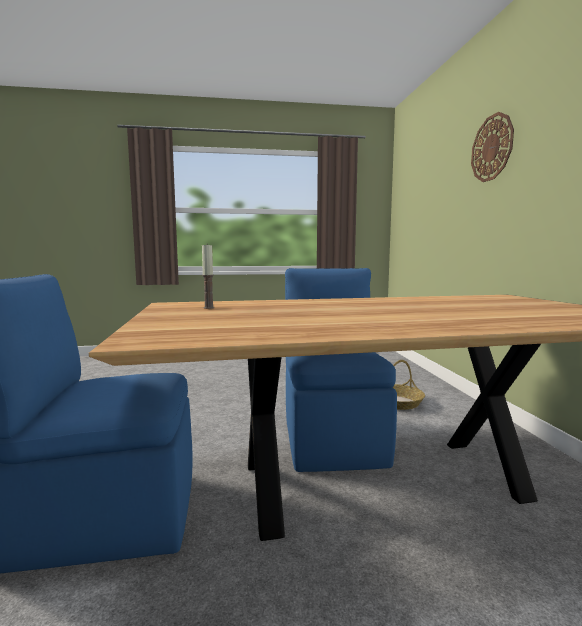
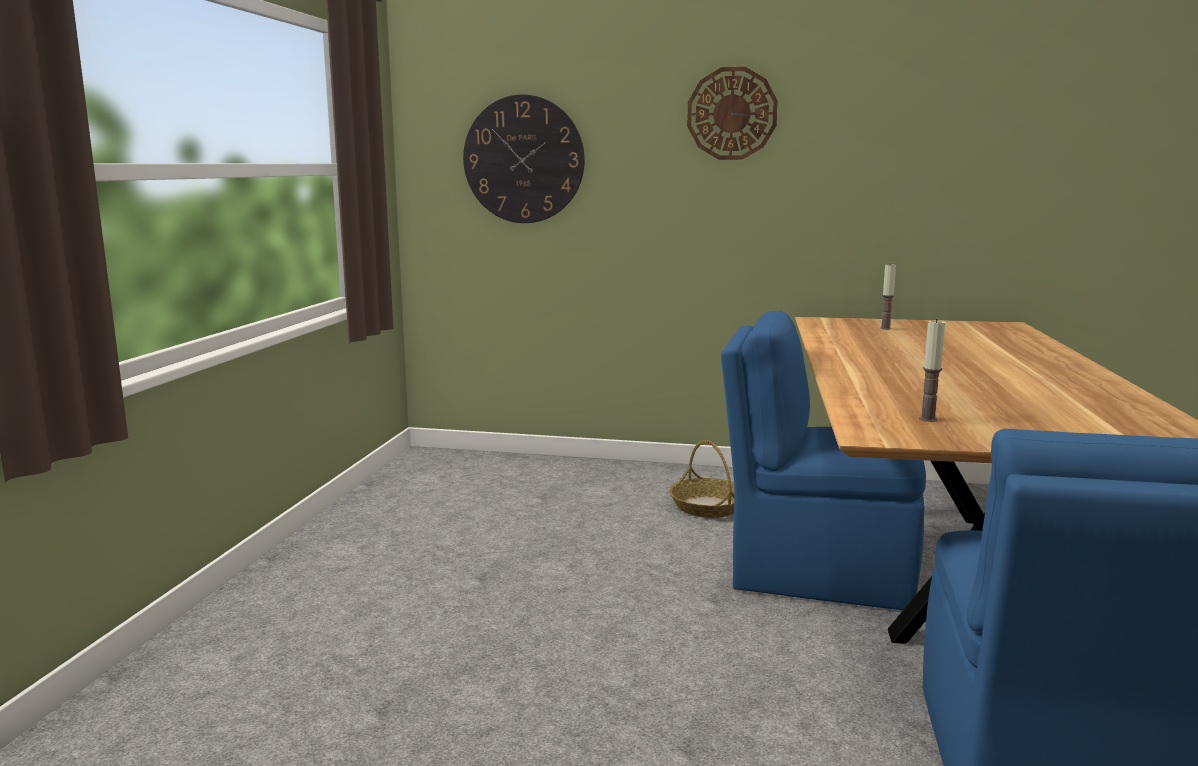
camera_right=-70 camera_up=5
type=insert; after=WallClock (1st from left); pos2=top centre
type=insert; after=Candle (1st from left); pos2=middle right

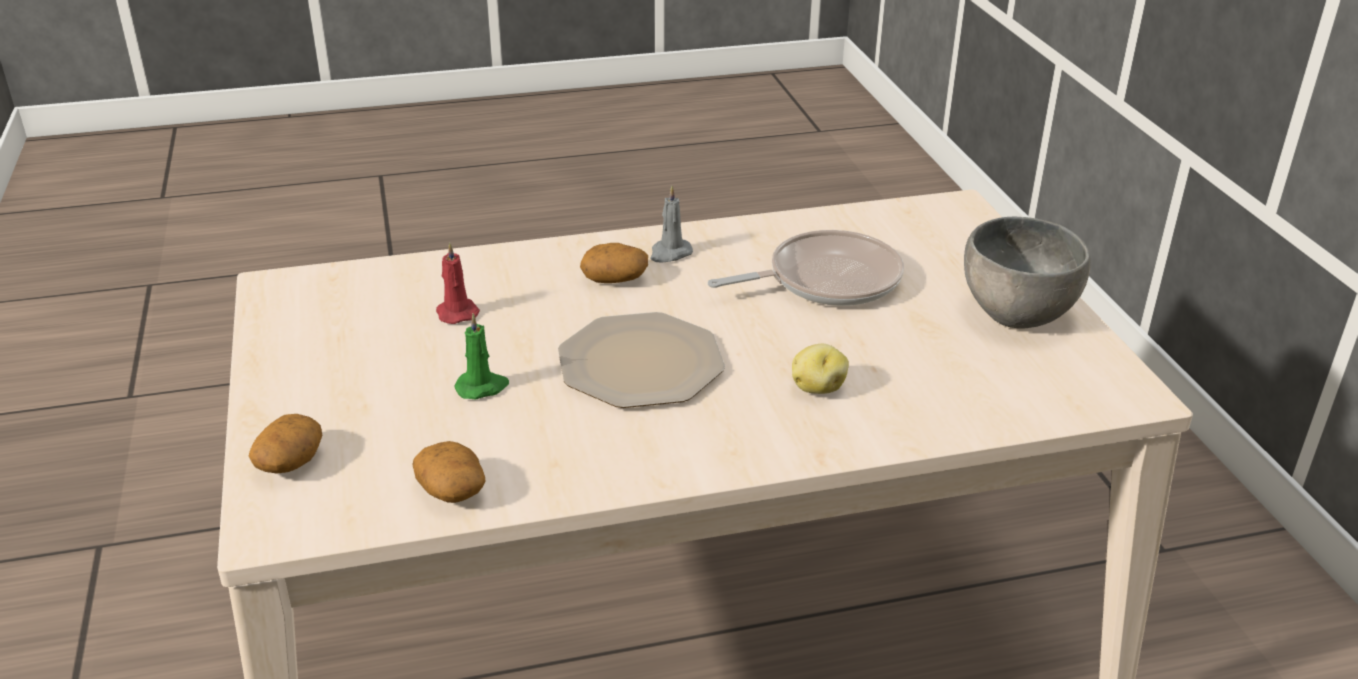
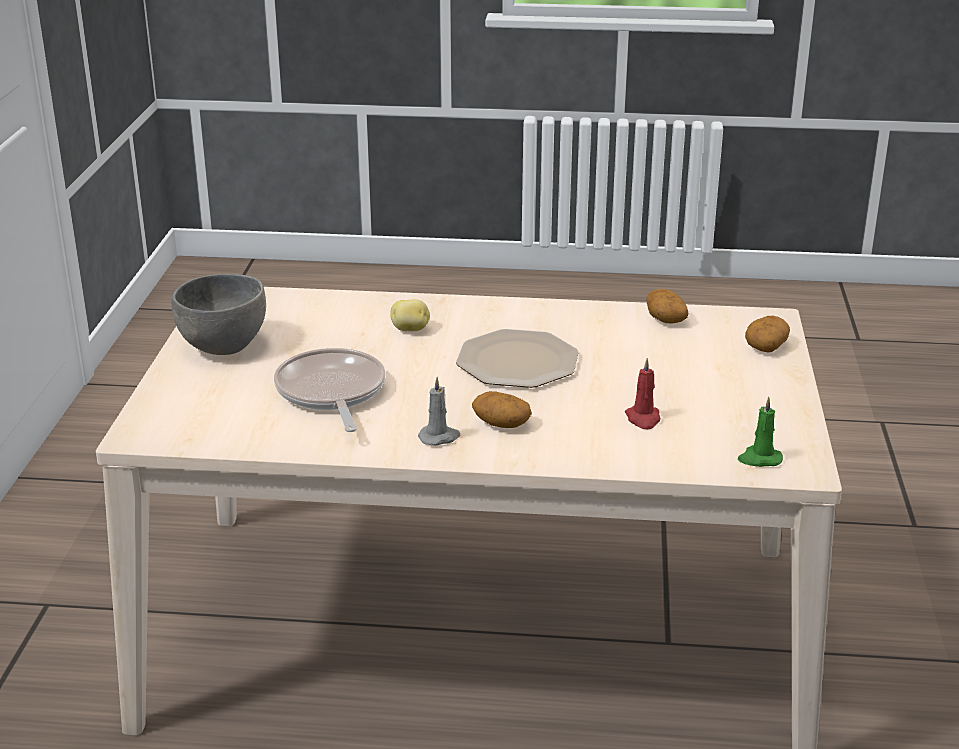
camera_right=-160 camera_up=-5
type=rotate; before=FryingPan; pos1=centre; pos2=centre; turn=75
type=move; before=GreenCandle; pos1=centre; pos2=middle right

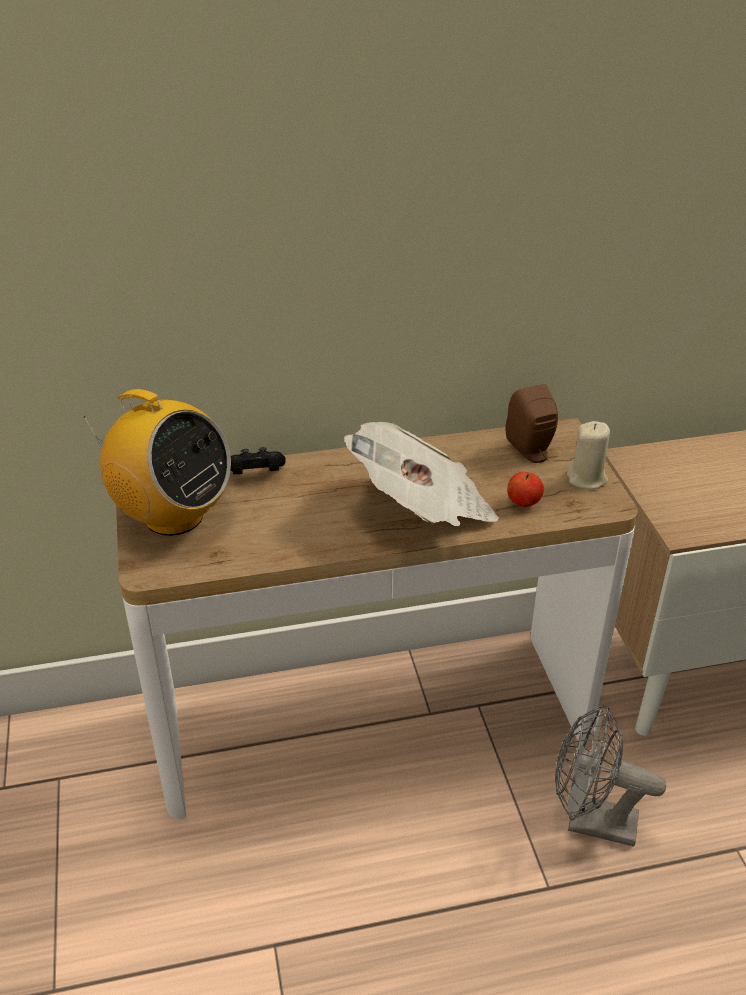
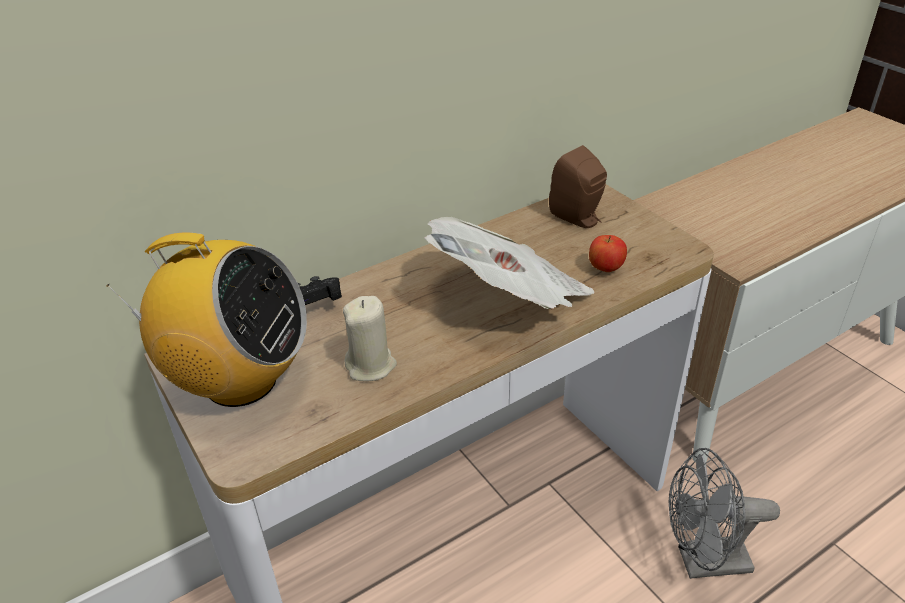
camera_right=-20 camera_up=0
type=move; before=BeigeCandle; pos1=middle right; pos2=centre

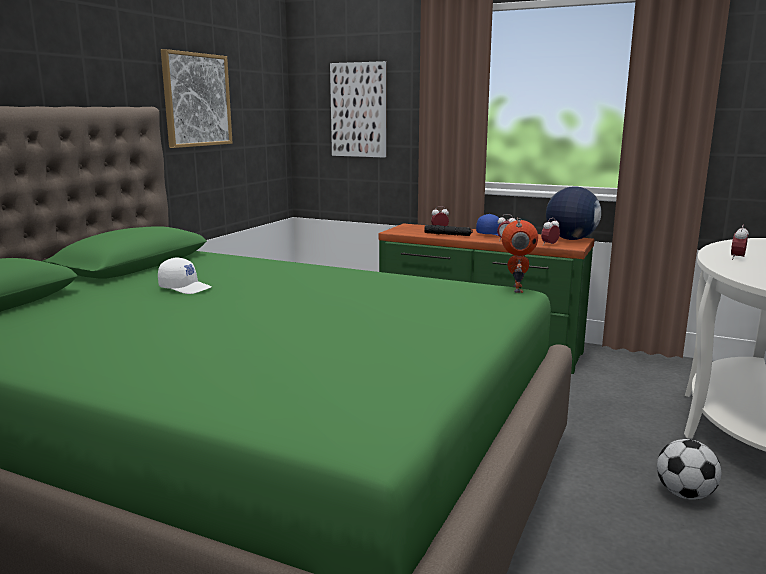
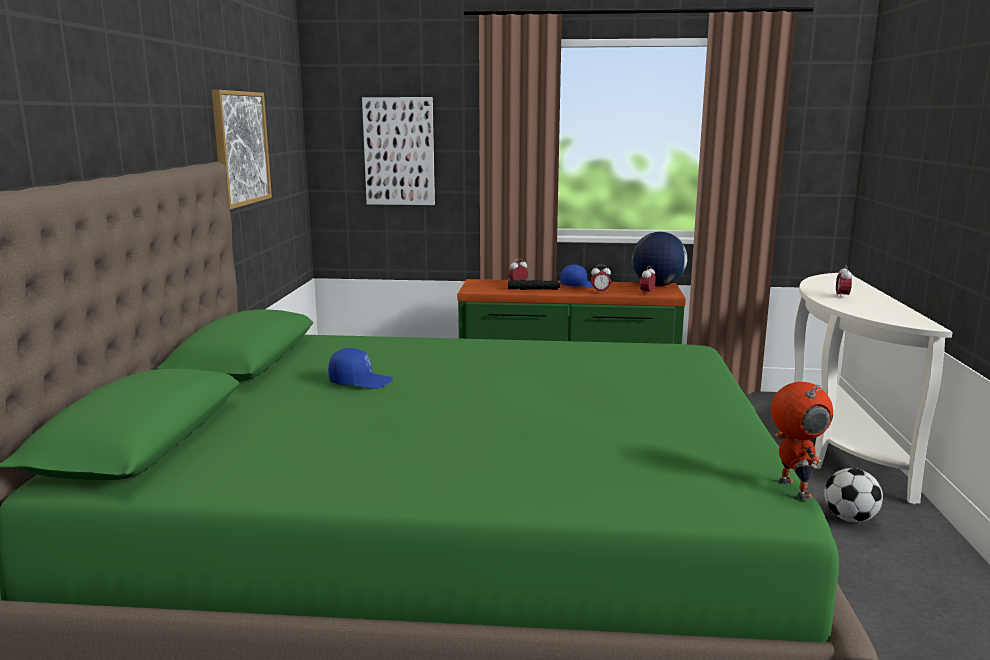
camera_right=-20 camera_up=0
type=recolor; before=WhiteCap; after=BlueCap (1st from left); pos1=middle left; pos2=centre
type=move; before=ToyRobot; pos1=middle right; pos2=bottom right

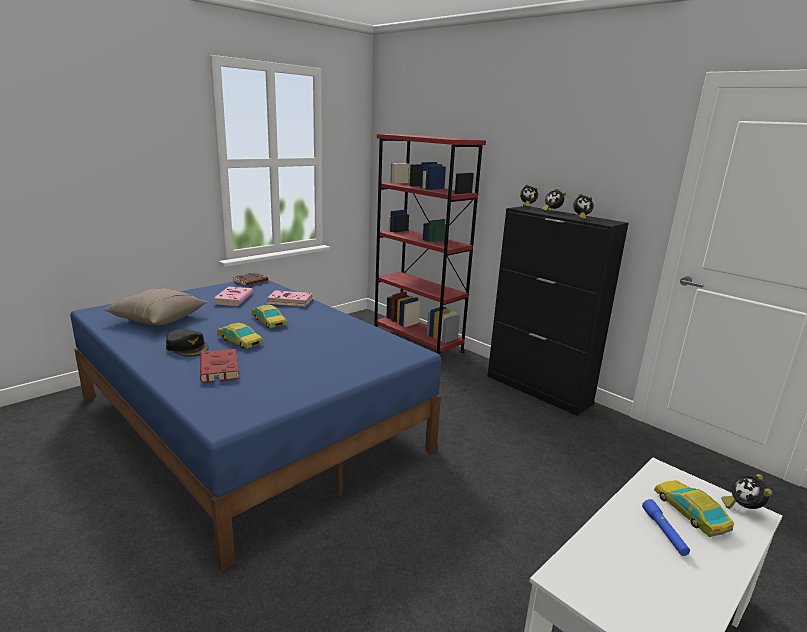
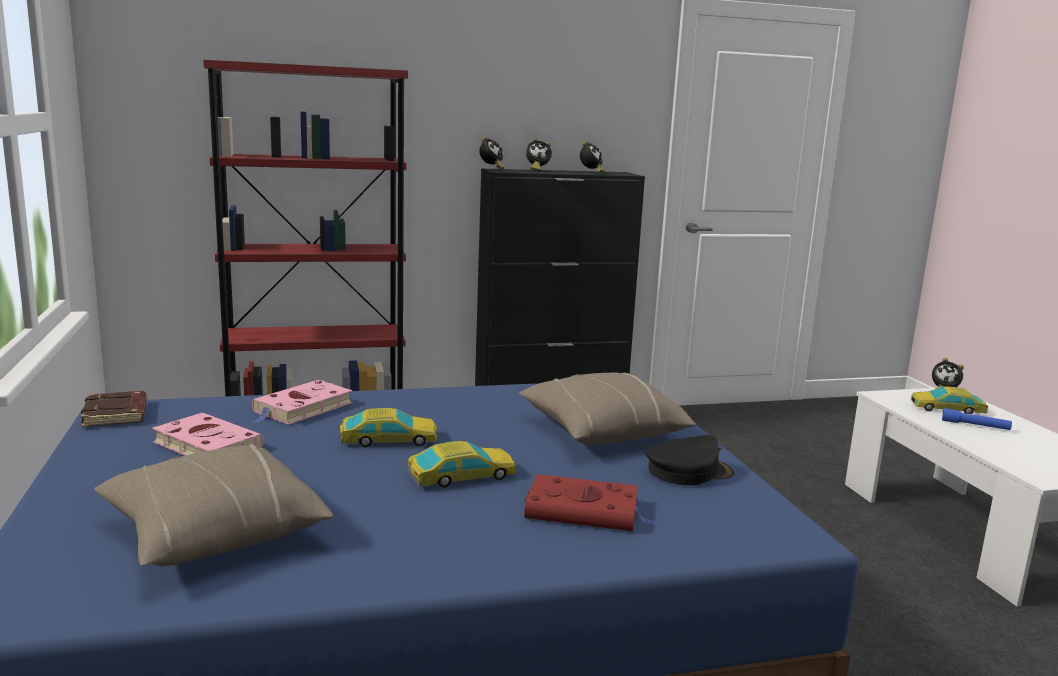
camera_right=-60 camera_up=-5
type=insert; after=BeigePillow (2nd from left); pos2=centre
type=move; before=BlackCap; pos1=middle left; pos2=bottom centre

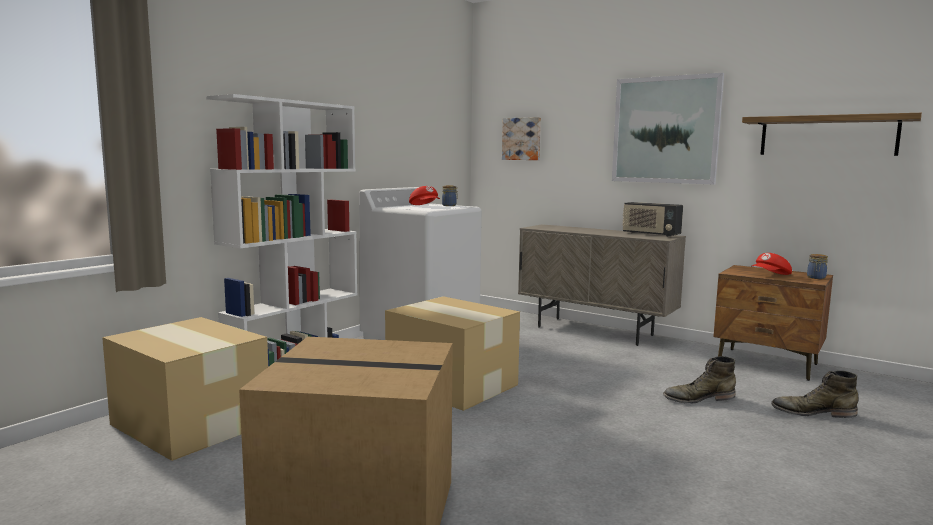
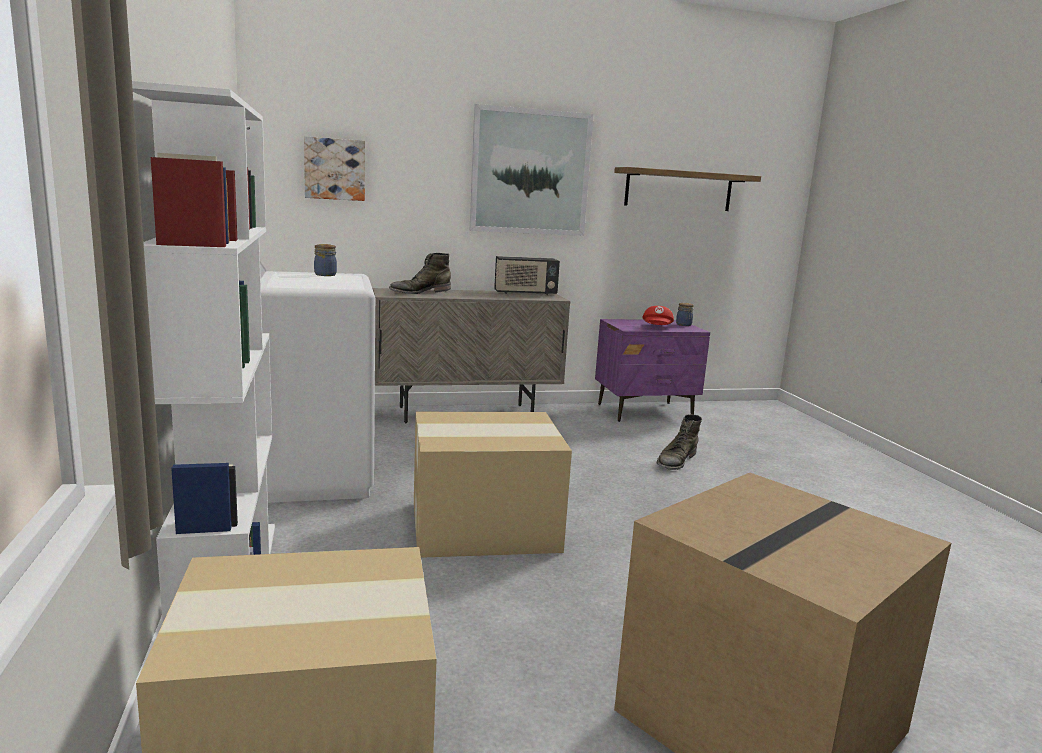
camera_right=-50 camera_up=5
type=move; before=GreenBoot (2nd from left in the first image); after=GreenBoot (1st from left); pos1=bottom right; pos2=centre
type=recolor; before=BrownNightstand; after=PurpleNightstand; pos1=middle right; pos2=centre
type=delete; before=RedCap (1st from left); pos1=centre

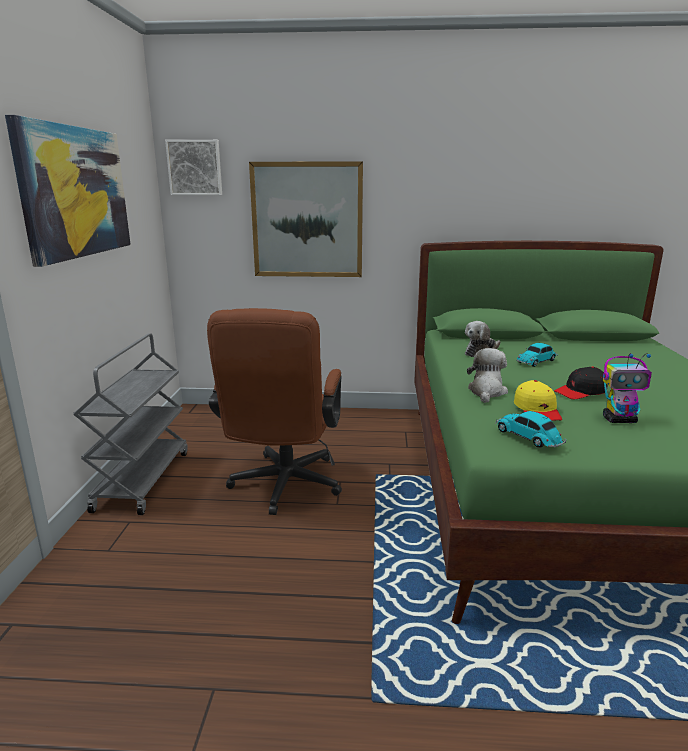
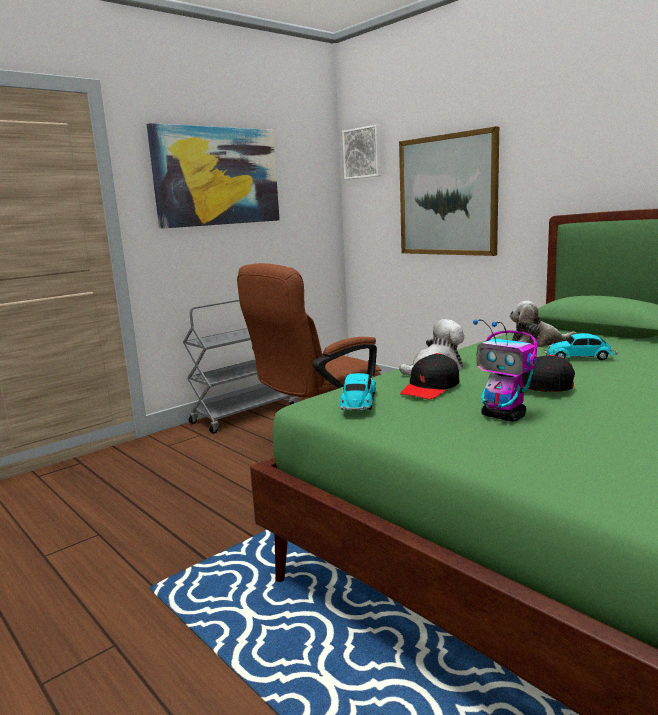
camera_right=45 camera_up=-5
type=recolor; before=YellowCap; after=BlackCap (1st from left); pos1=middle right; pos2=centre

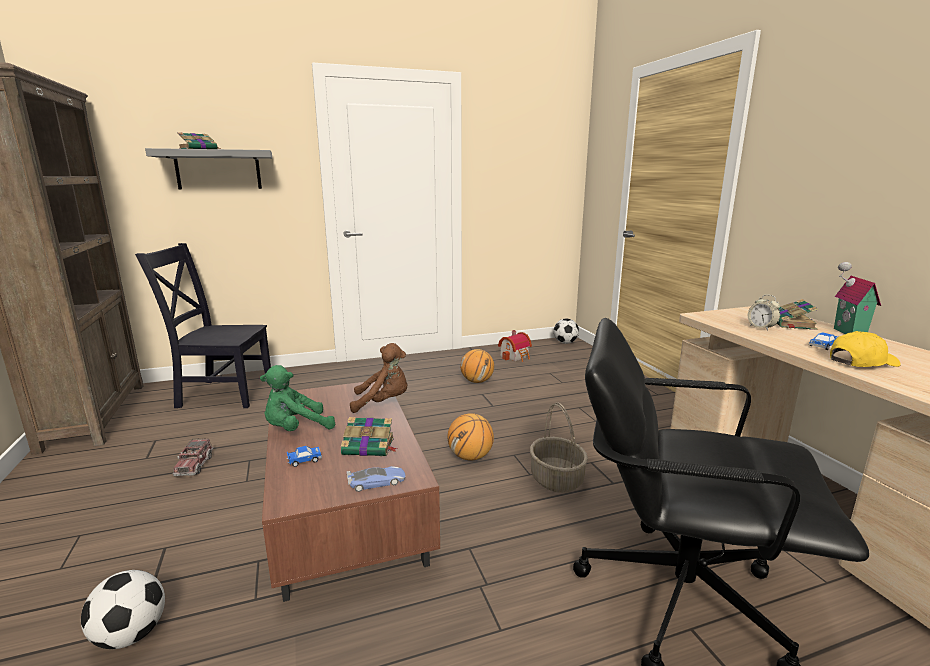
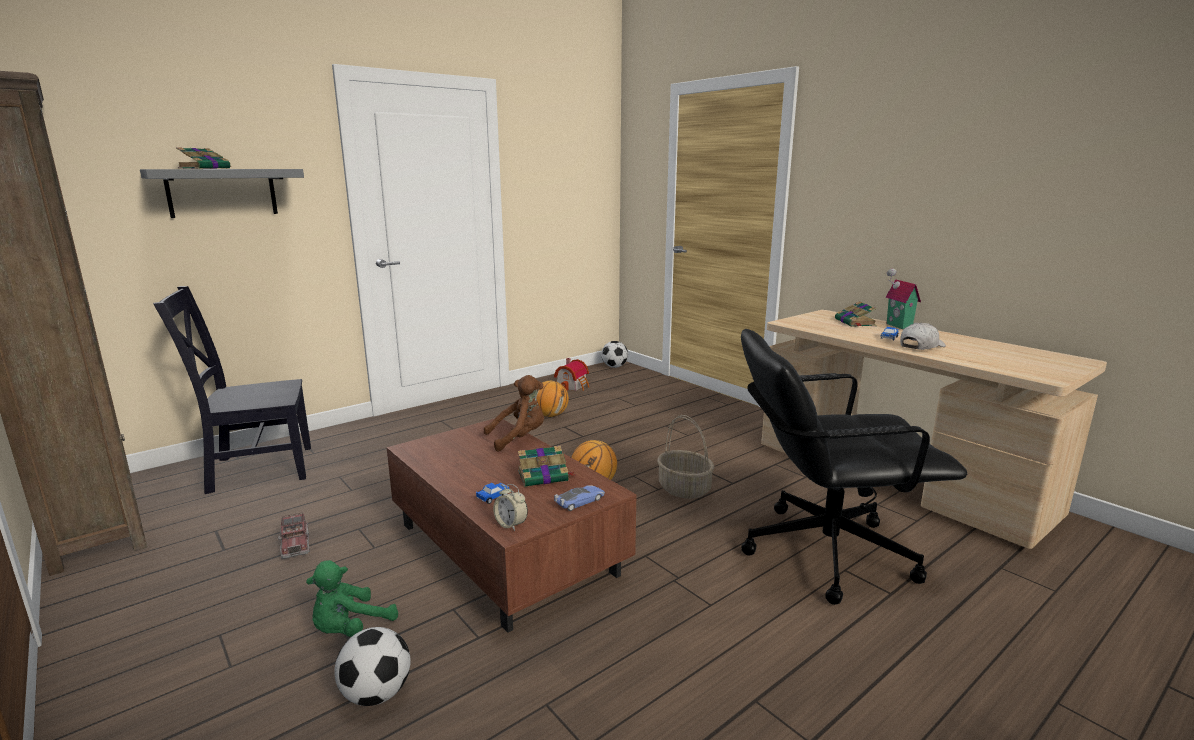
camera_right=-20 camera_up=0
type=move; before=GreenPlushToy; pos1=middle left; pos2=bottom left
type=move; before=AlarmClock; pos1=middle right; pos2=bottom centre
type=recolor; before=YellowCap; after=WhiteCap; pos1=middle right; pos2=middle right

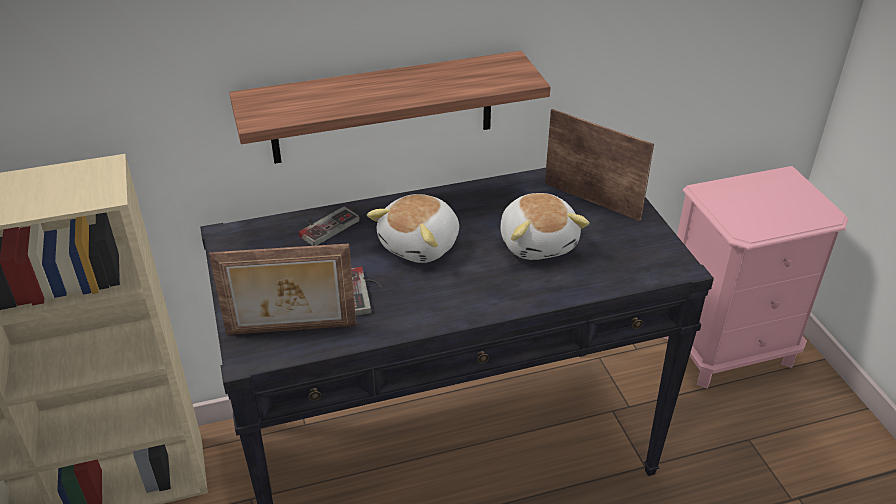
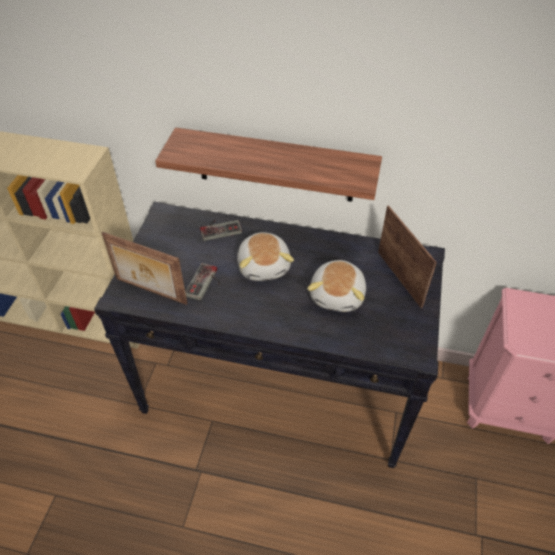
camera_right=30 camera_up=10
type=rotate; before=PlushToy (1st from left); pos1=centre; pos2=centre; turn=-75

